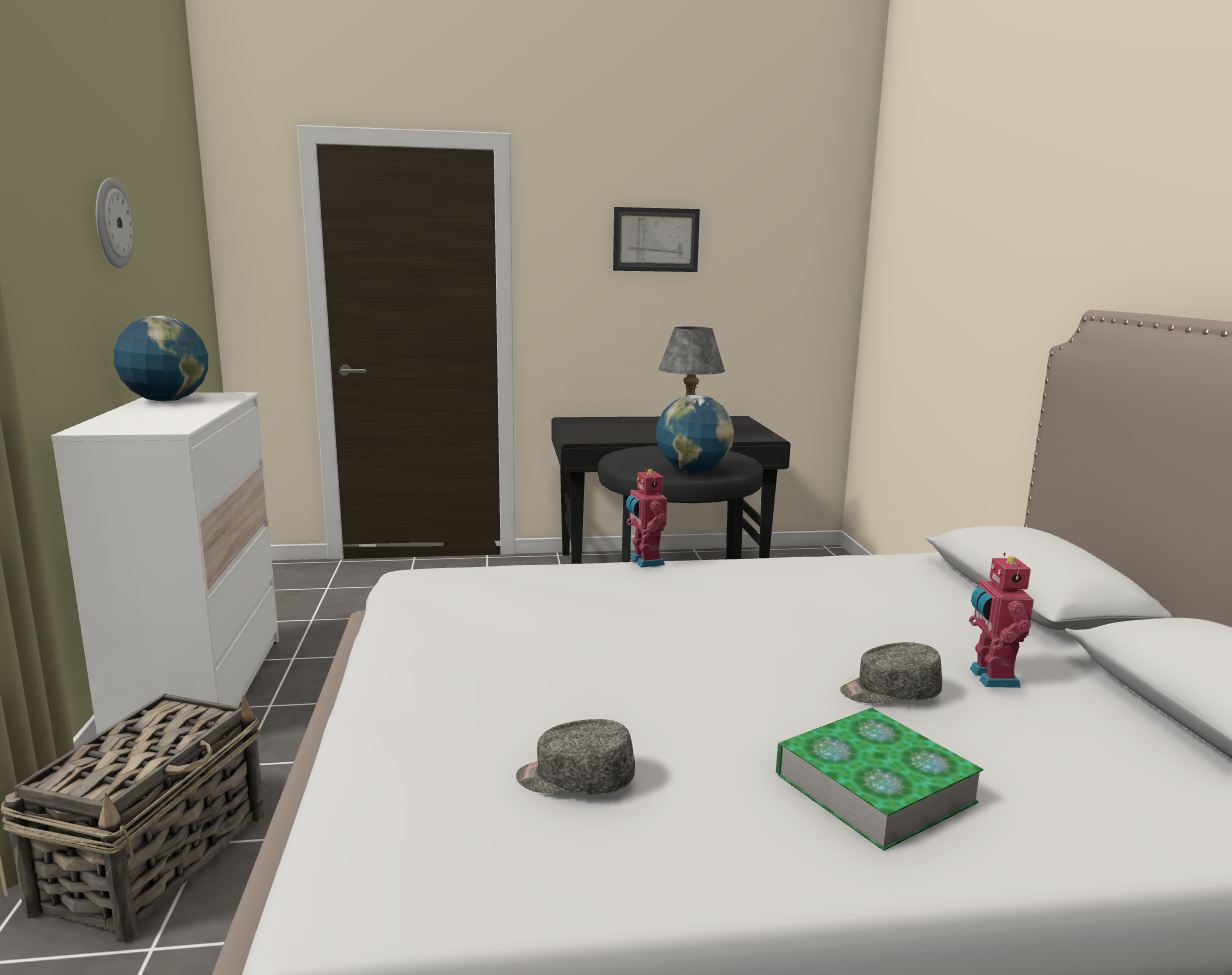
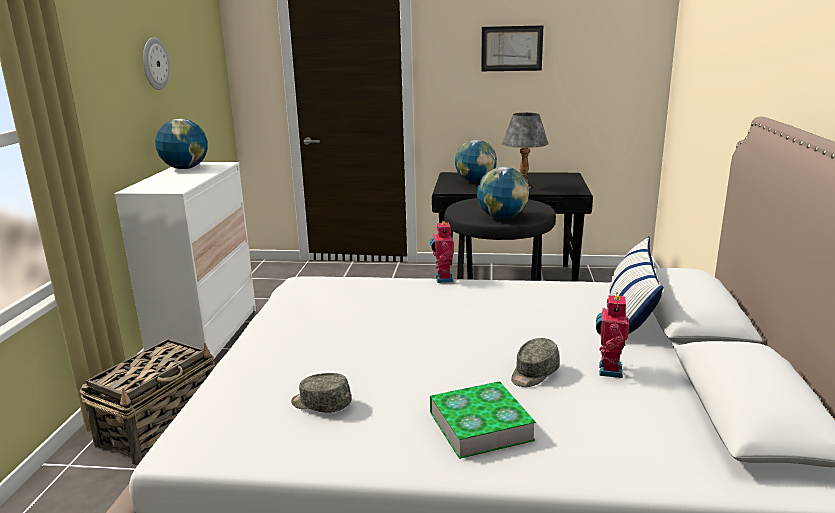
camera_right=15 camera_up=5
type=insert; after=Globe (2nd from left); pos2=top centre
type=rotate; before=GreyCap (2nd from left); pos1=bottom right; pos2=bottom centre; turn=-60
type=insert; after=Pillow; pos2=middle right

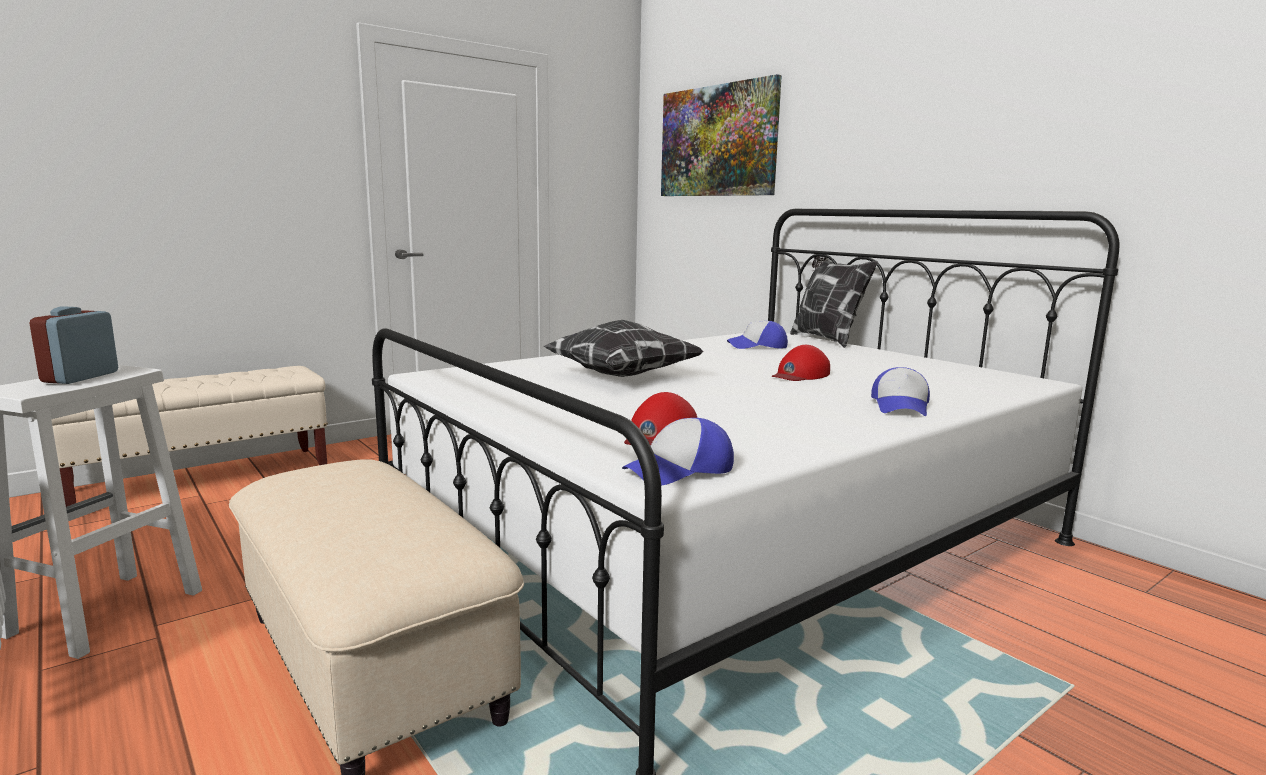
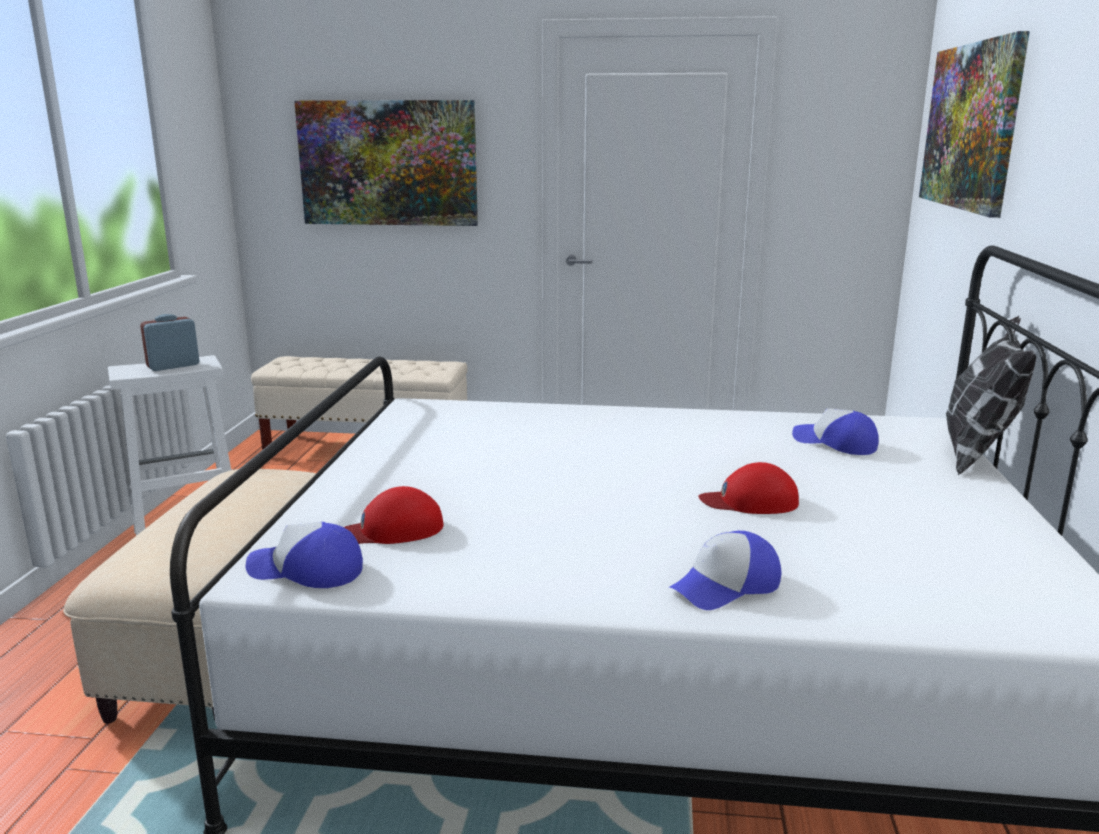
camera_right=45 camera_up=5
type=insert; after=Picture (1st from left); pos2=top centre
type=delete; before=Pillow (1st from left); pos1=centre

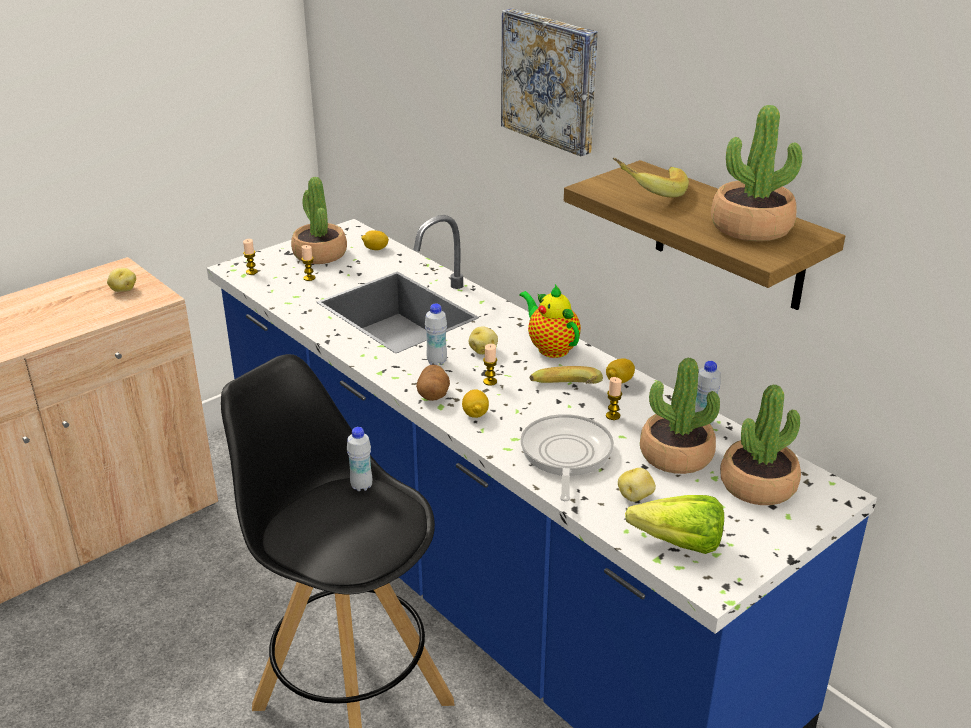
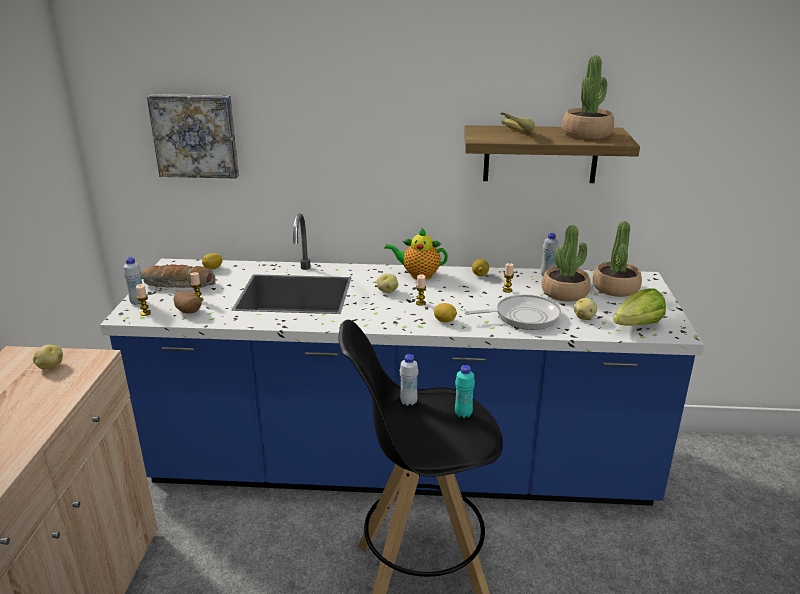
camera_right=-45 camera_up=-5
type=move; before=WhiteBottle (2nd from left in the first image); after=WhiteBottle (1st from left); pos1=centre; pos2=middle left
type=replace; before=PottedPlant (1st from left); after=Bread; pos1=top left; pos2=middle left
type=move; before=Picture; pos1=top centre; pos2=top left
type=move; before=Potato (2nd from left); pos1=centre; pos2=middle left
type=insert; after=TurquoiseBottle; pos2=centre
type=rotate; before=FryingPan; pos1=centre; pos2=centre; turn=120
type=delete; before=Banana (1st from left); pos1=centre

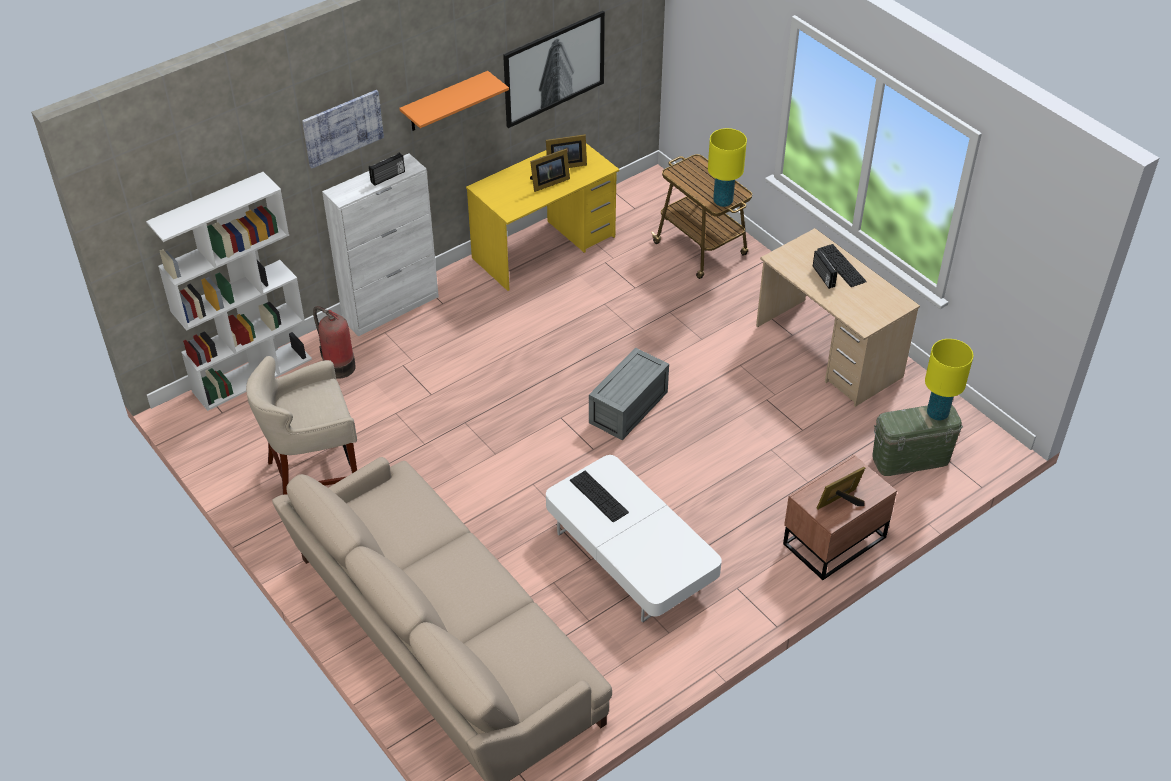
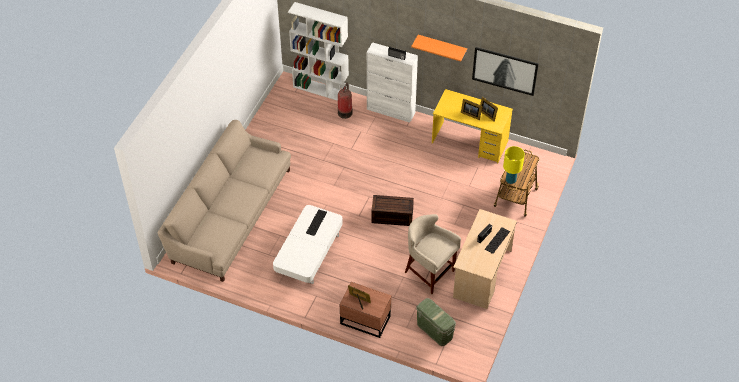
camera_right=60 camera_up=5
type=recolor; before=GreyStorageBox; after=BrownStorageBox; pos1=centre; pos2=centre
type=move; before=BeigeStool; pos1=middle left; pos2=centre
type=delete; before=Picture (1st from left); pos1=top left
type=delete; before=YellowTableLamp (2nd from left); pos1=middle right

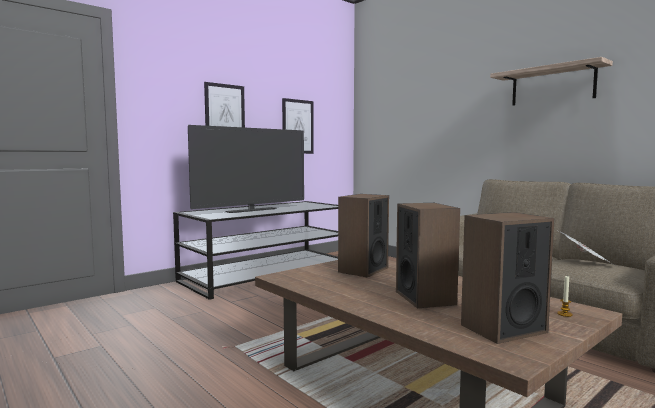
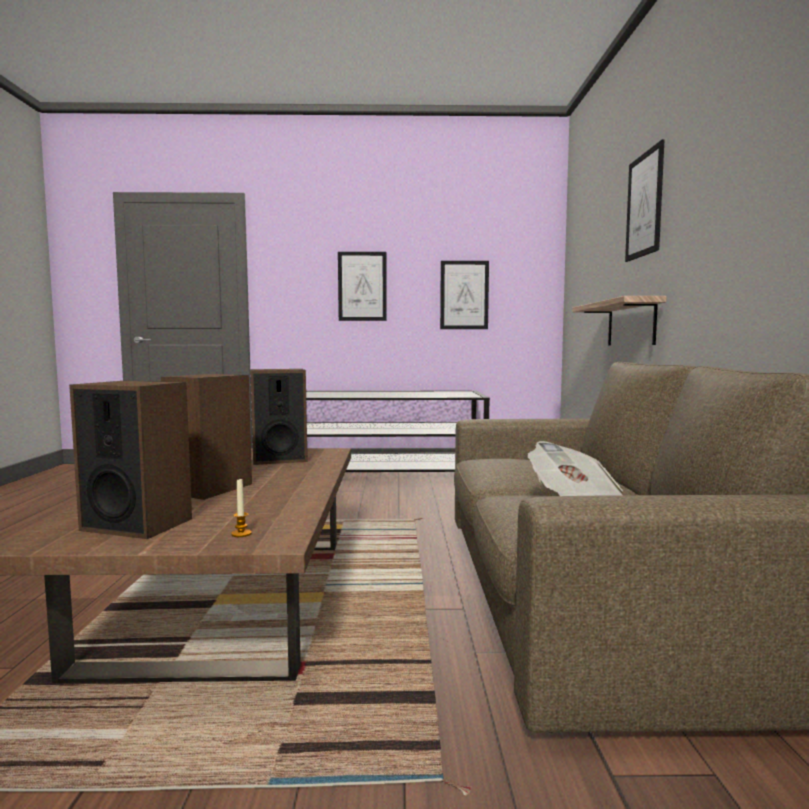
camera_right=40 camera_up=0
type=move; before=Shelf; pos1=top right; pos2=middle right
type=insert; after=Picture (3rd from left); pos2=top right
type=delete; before=Television; pos1=centre

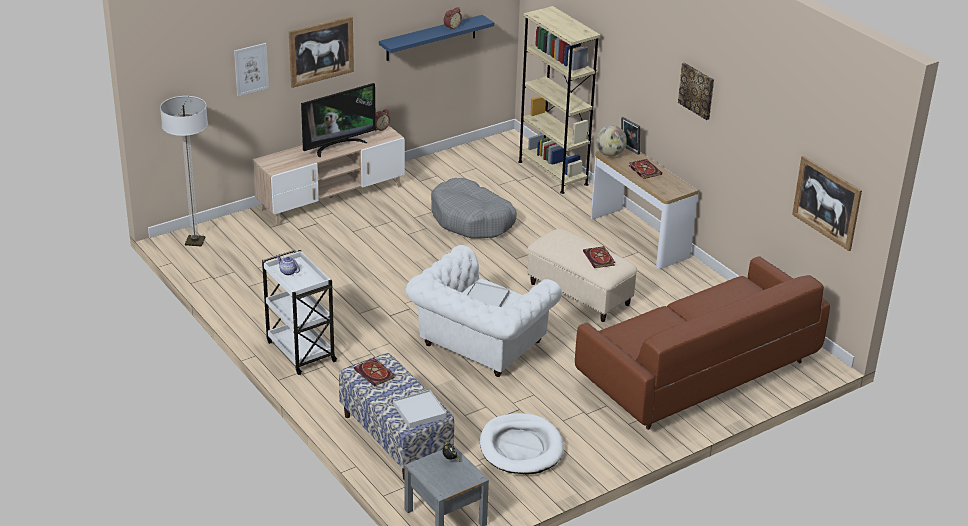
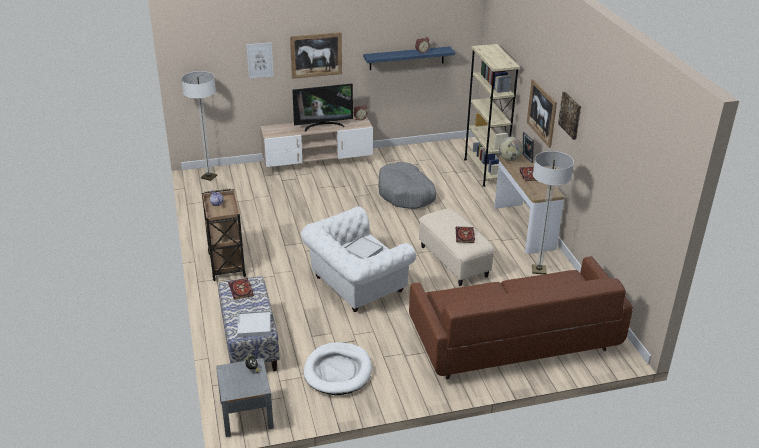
camera_right=20 camera_up=0
type=recolor; before=WhiteCart; after=BrownCart; pos1=middle left; pos2=middle left
type=move; before=Picture (4th from left in the first image); after=Picture (3rd from left); pos1=middle right; pos2=top right
type=insert; after=FloorLamp (2nd from left); pos2=middle right

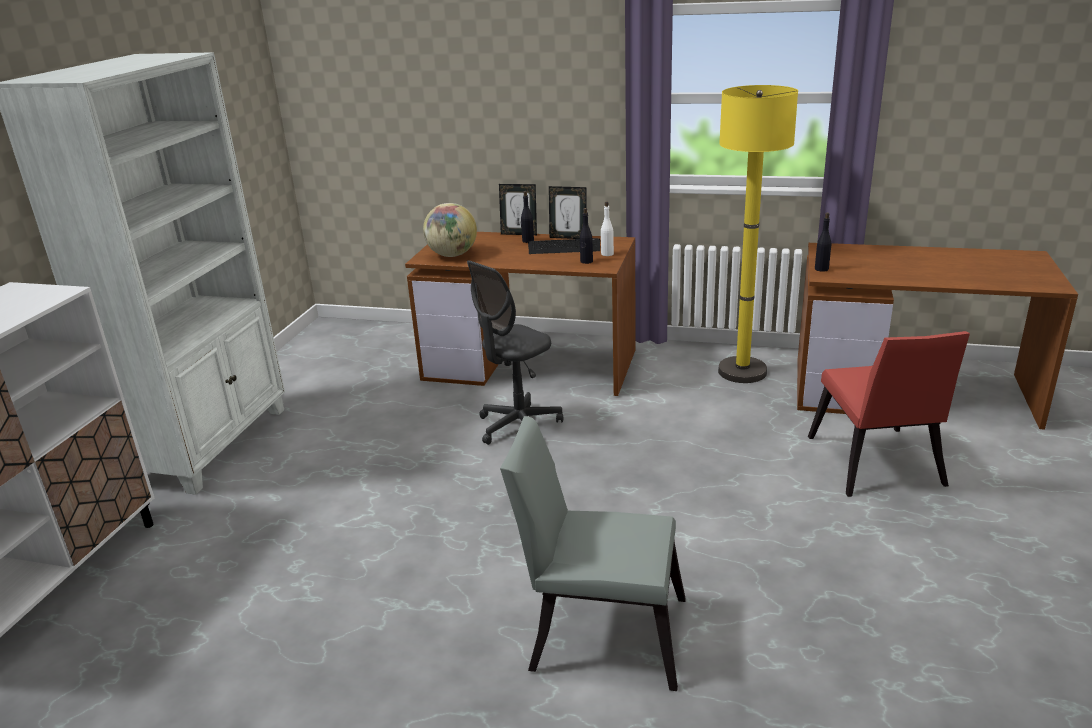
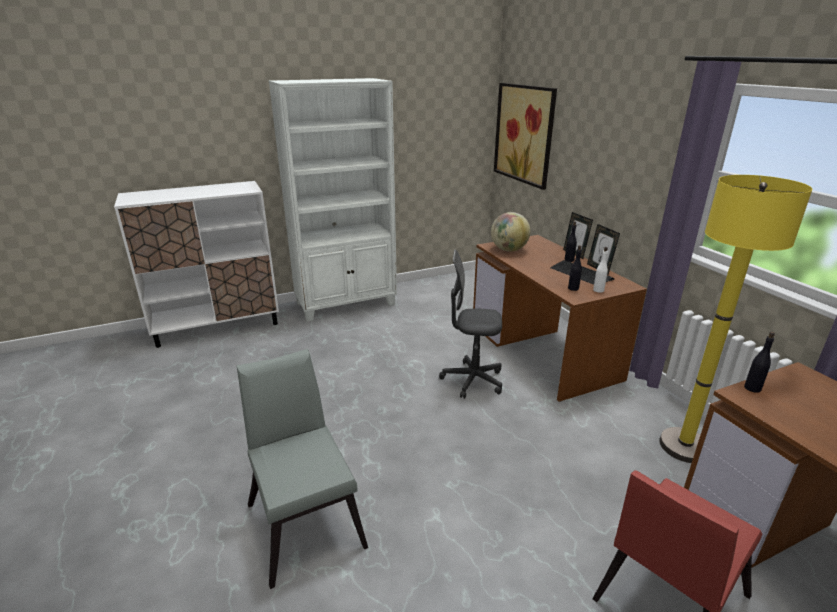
camera_right=50 camera_up=0
type=insert; after=Picture; pos2=top centre

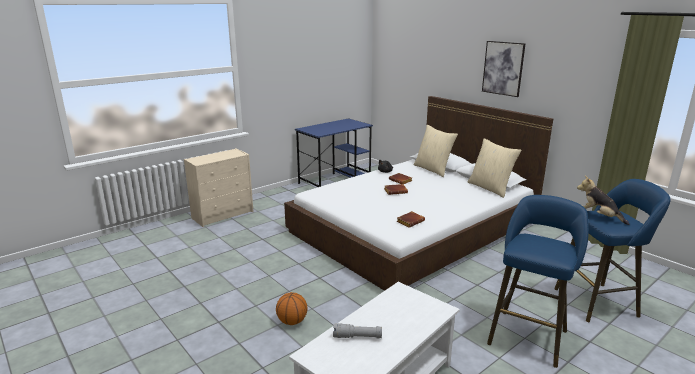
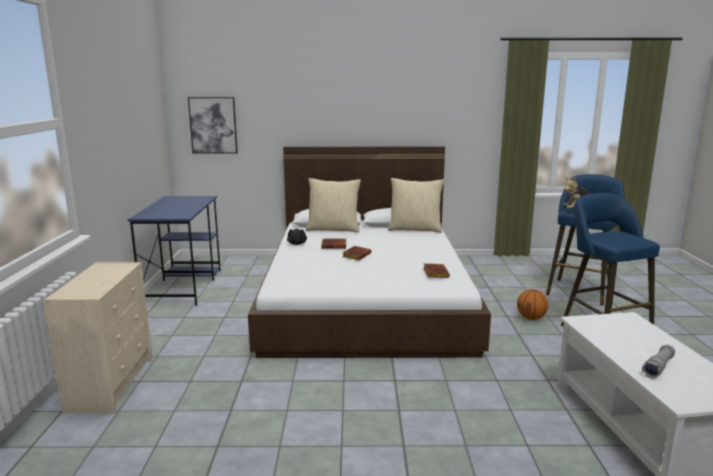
camera_right=-50 camera_up=-5
type=move; before=Picture; pos1=top right; pos2=top left
type=move; before=Basketball; pos1=bottom centre; pos2=middle right

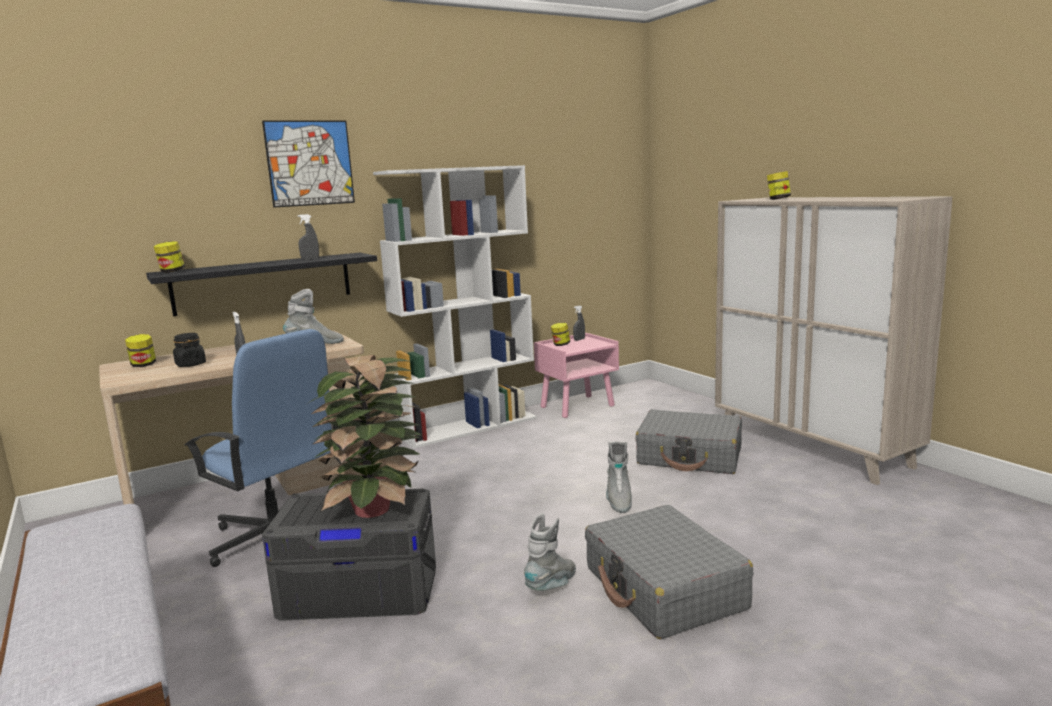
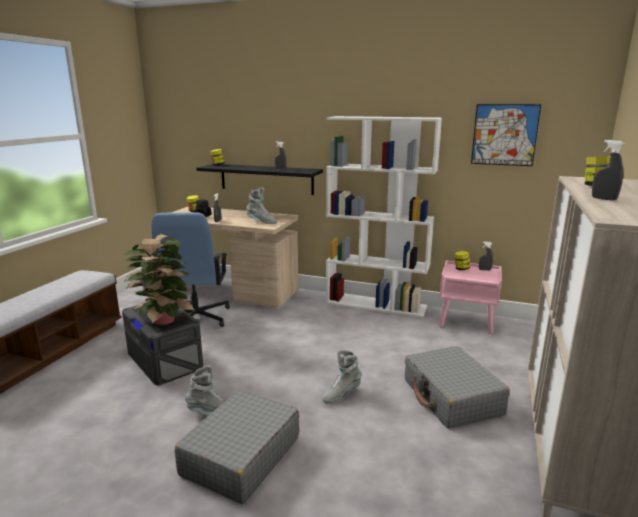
camera_right=50 camera_up=5
type=move; before=Picture; pos1=top left; pos2=top right
type=insert; after=GreySprayBottle (4th from left); pos2=top right

